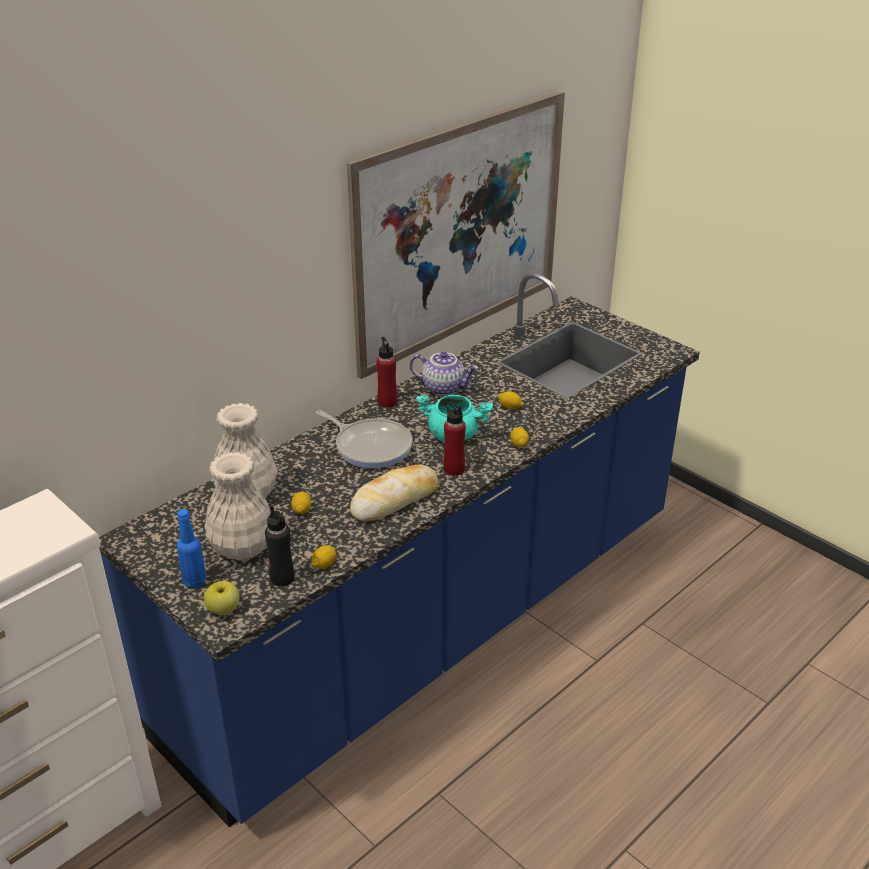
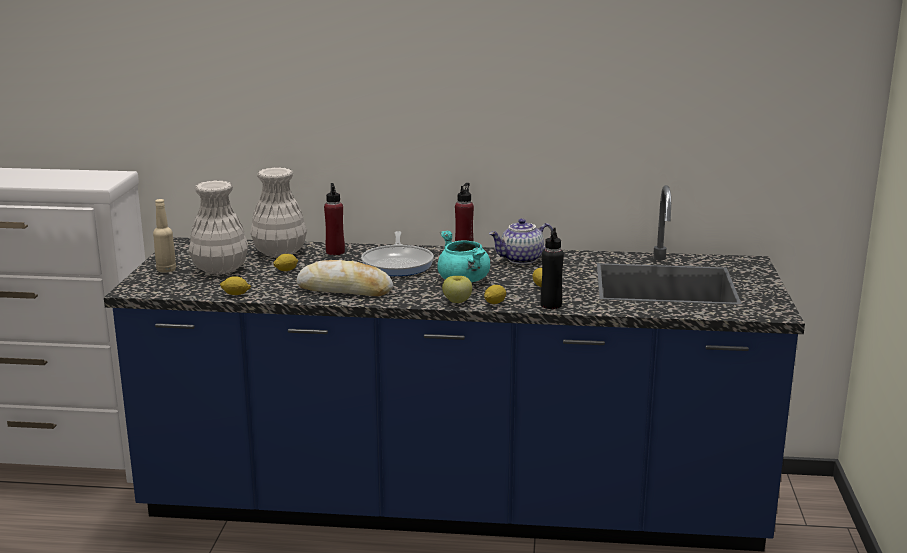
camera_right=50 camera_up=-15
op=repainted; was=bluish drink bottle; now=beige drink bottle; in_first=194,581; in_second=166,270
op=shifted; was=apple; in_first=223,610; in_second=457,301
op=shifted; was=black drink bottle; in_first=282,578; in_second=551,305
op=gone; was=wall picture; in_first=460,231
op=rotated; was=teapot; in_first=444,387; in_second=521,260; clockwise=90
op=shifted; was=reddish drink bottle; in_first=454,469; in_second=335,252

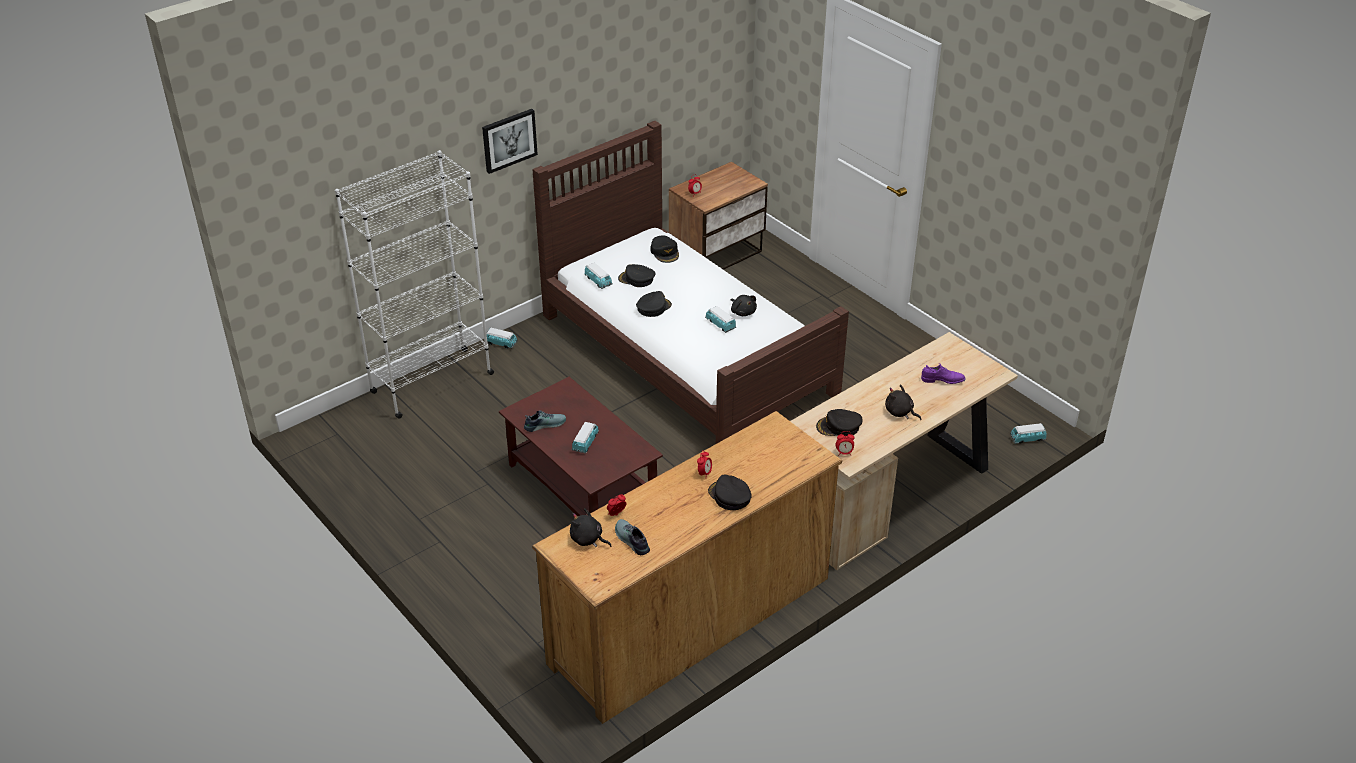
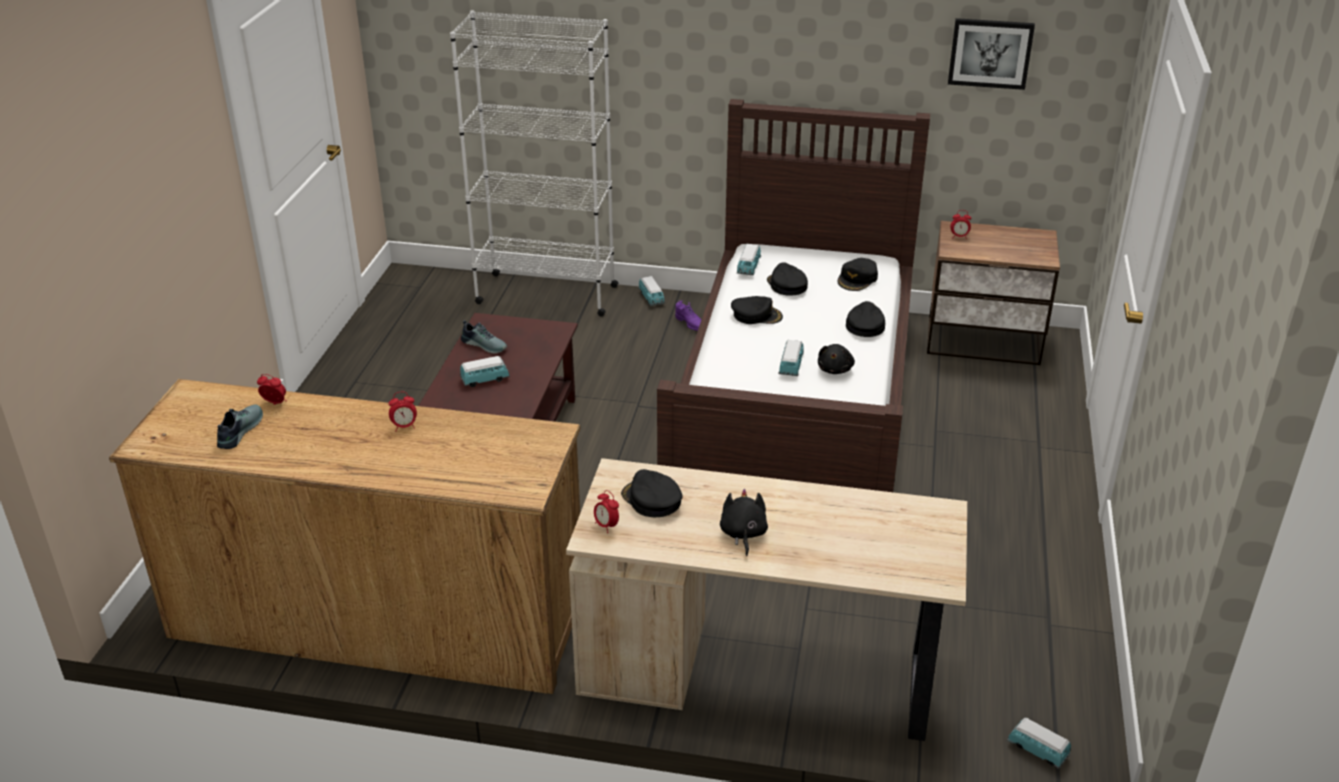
camera_right=50 camera_up=-5
op=shifted; was=wall picture; in_first=509,140; in_second=990,53
op=gone; was=black cuddly toy; in_first=588,539
op=shifted; was=black baseball cap; in_first=729,496; in_second=865,325
op=shifted; was=purple shoe; in_first=942,380; in_second=690,324

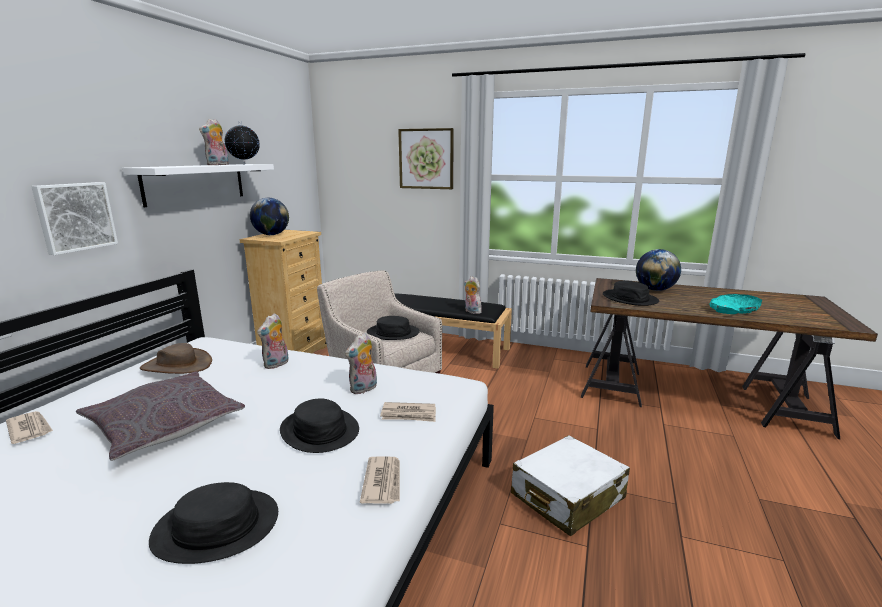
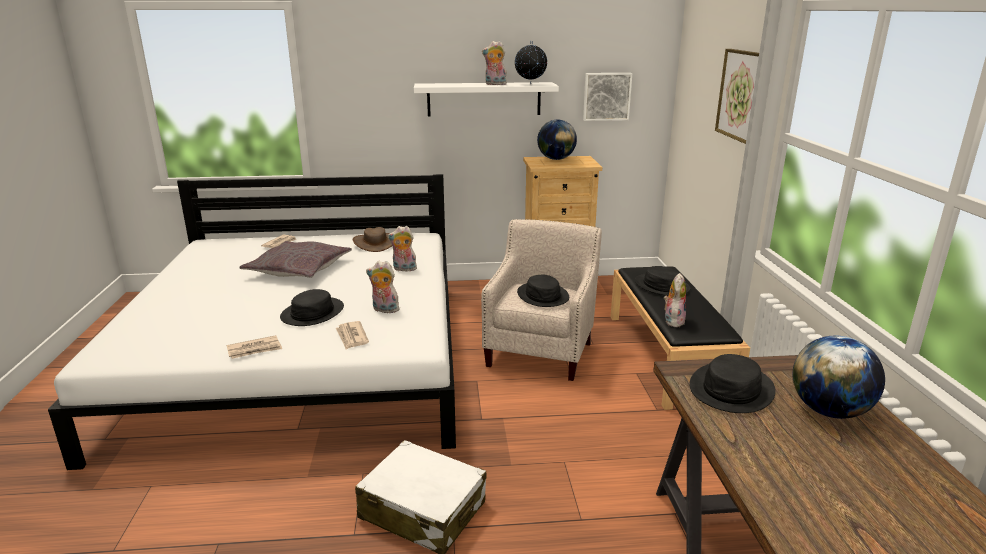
camera_right=65 camera_up=5
op=shifted; was=wall picture; in_first=75,216; in_second=606,96
op=shifted; was=black hat; in_first=216,527; in_second=661,286
op=gone; was=blue-green serving bowl; in_first=733,311

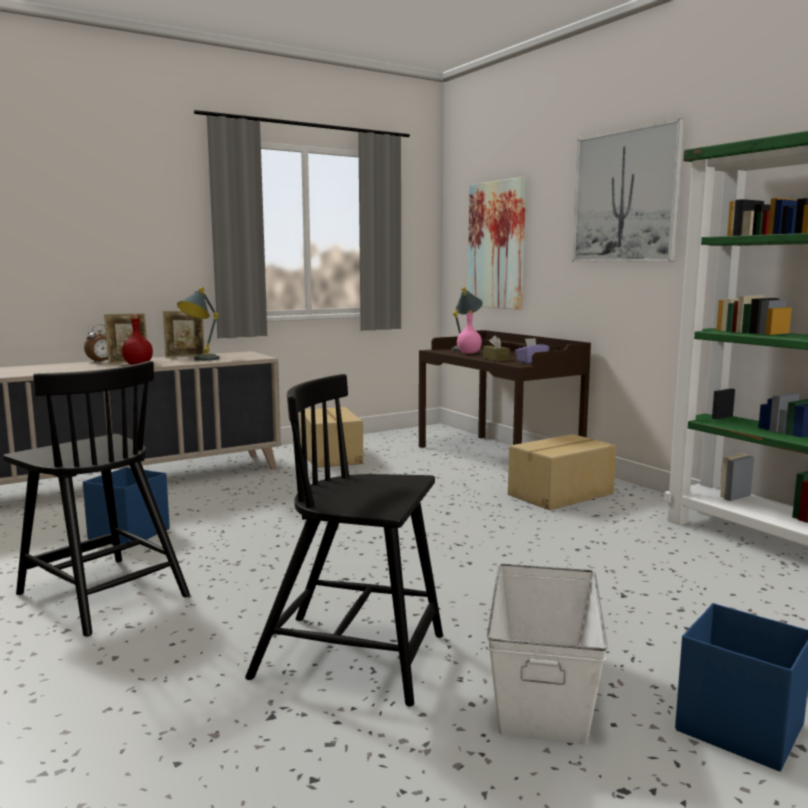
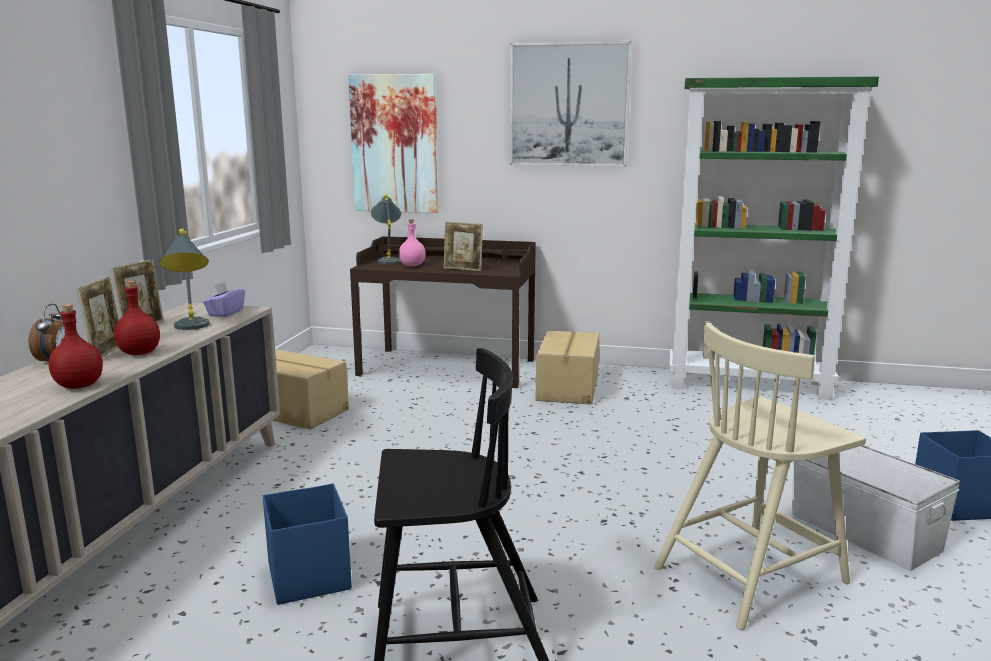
camera_right=-45 camera_up=5
op=repainted; was=black upright chair; now=beige upright chair; in_first=353,657; in_second=752,573
op=swapped; was=brown-coloured tissue box; now=picture frame; in_first=496,359; in_second=463,269
op=shifted; was=purple tissue box; in_first=531,361; in_second=225,313
op=new; now=reddish drink bottle; in_second=80,385

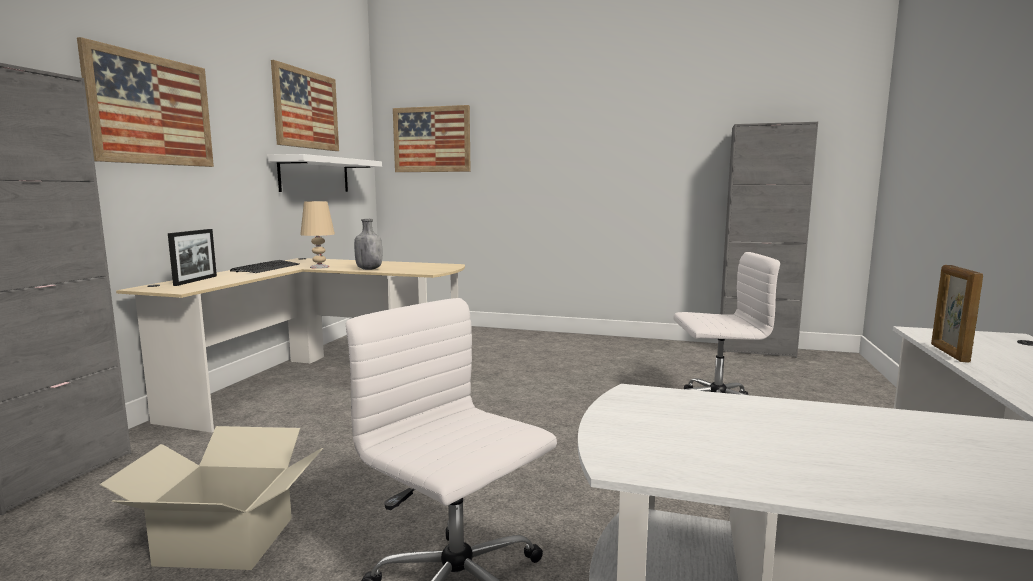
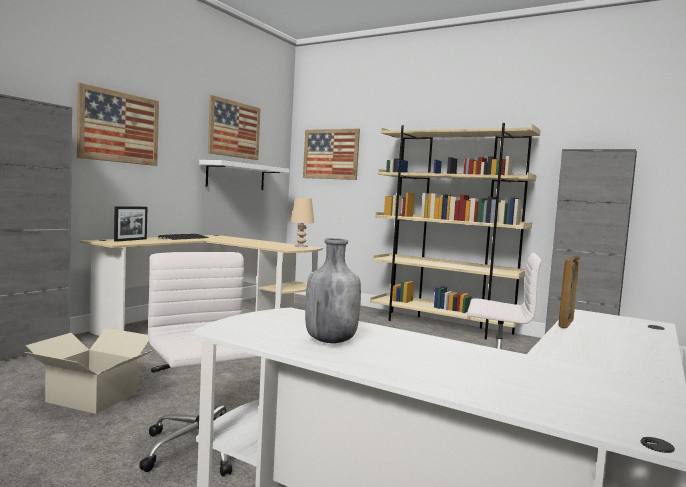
camera_right=15 camera_up=-5
op=shifted; was=beige lamp for a table; in_first=319,267; in_second=301,246
op=shifted; was=gray drink bottle; in_first=369,269; in_second=330,340
op=new; now=beige bookshelf; in_second=442,325

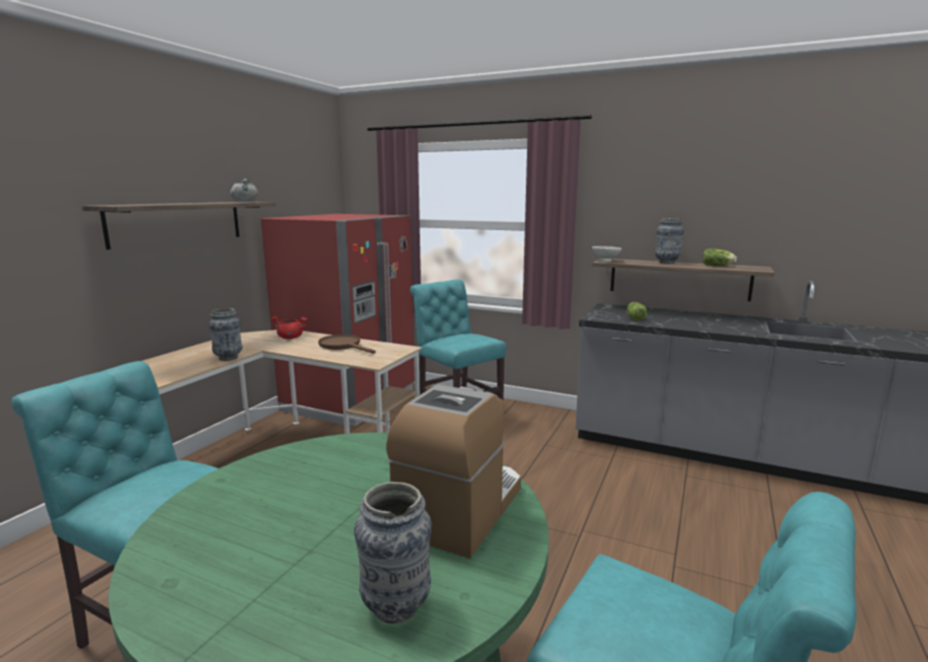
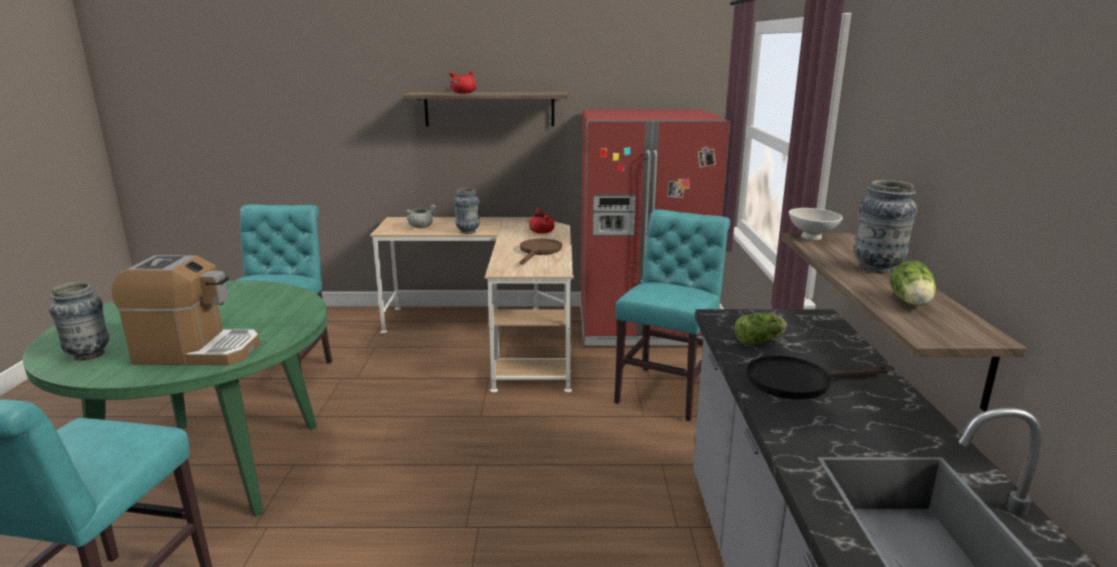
camera_right=65 camera_up=5
op=shifted; was=gray cooking pot; in_first=245,202; in_second=421,227
op=new; now=reddish cooking pot; in_second=463,93
op=new; now=black frying pan; in_second=799,381

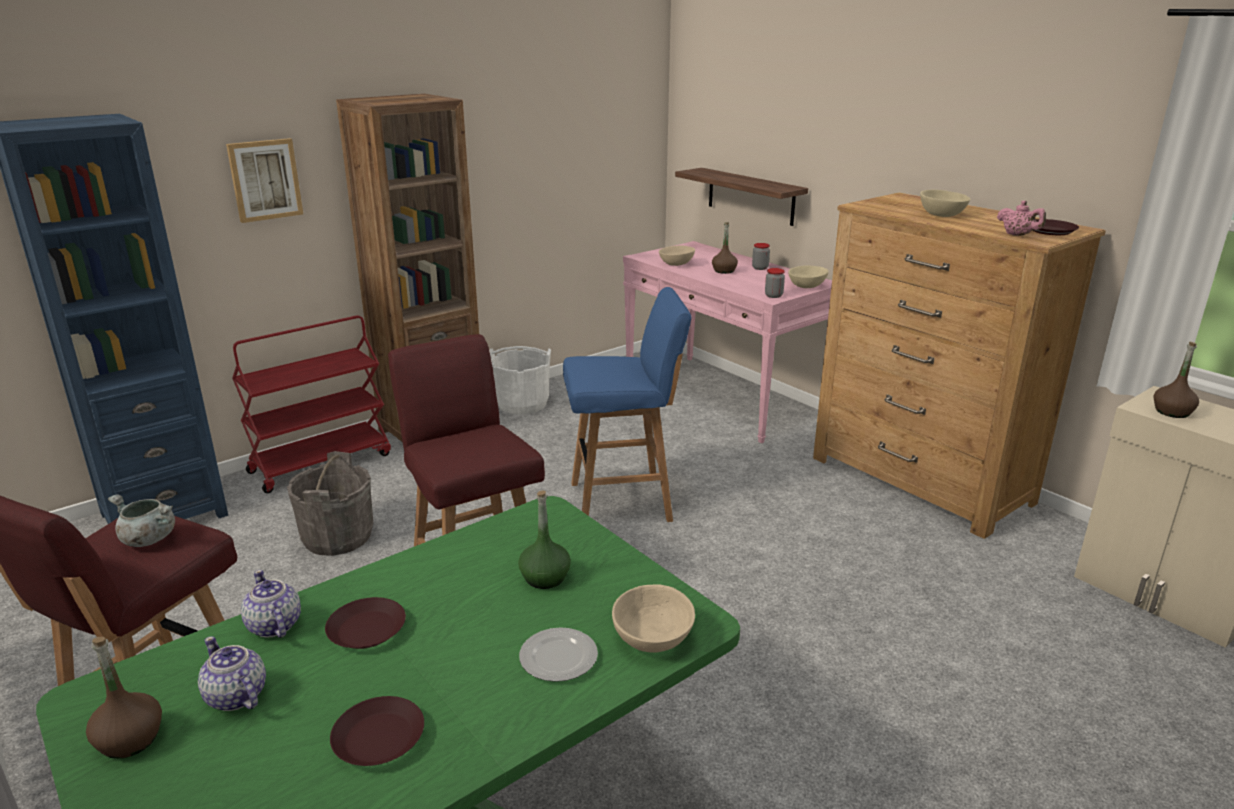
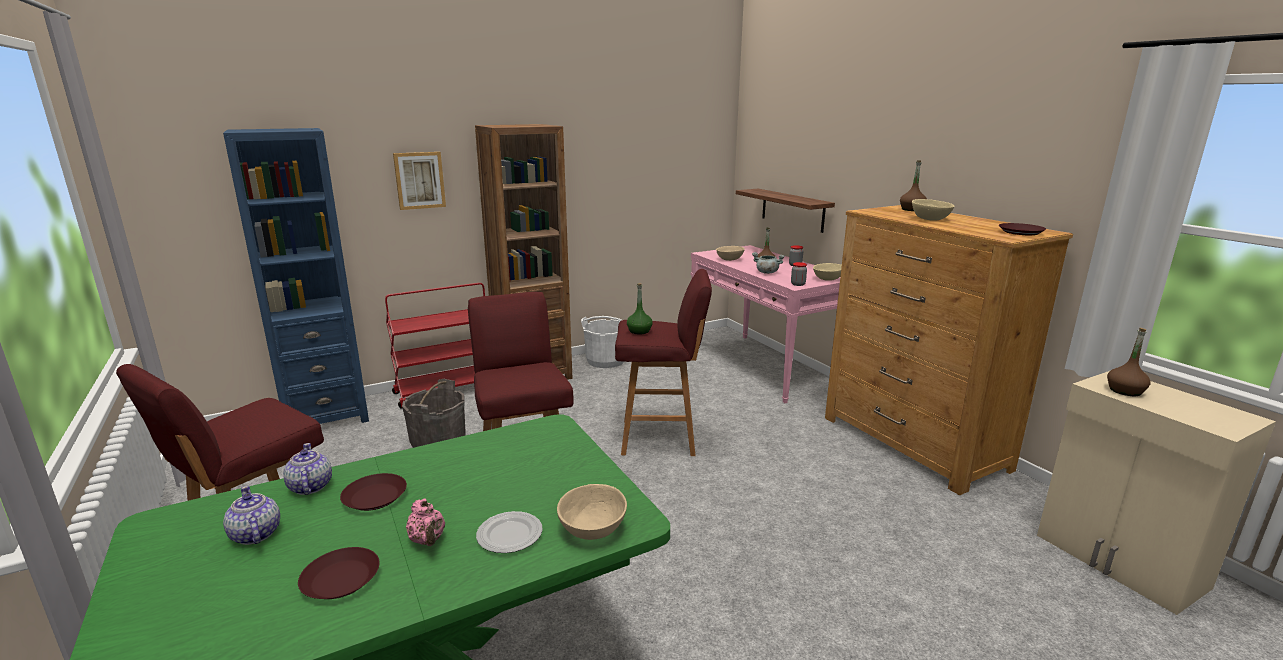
camera_right=10 camera_up=-5
op=shifted; was=brown-coloured drink bottle; in_first=130,739; in_second=911,209
op=shifted; was=gray cooking pot; in_first=147,539; in_second=766,272
op=shifted; was=green drink bottle; in_first=545,577; in_second=639,331
op=repainted; was=bluish stool seat; now=reddish stool seat; in_first=623,502; in_second=660,437
op=shifted; was=pink-coloured teapot; in_first=1018,235; in_second=428,540

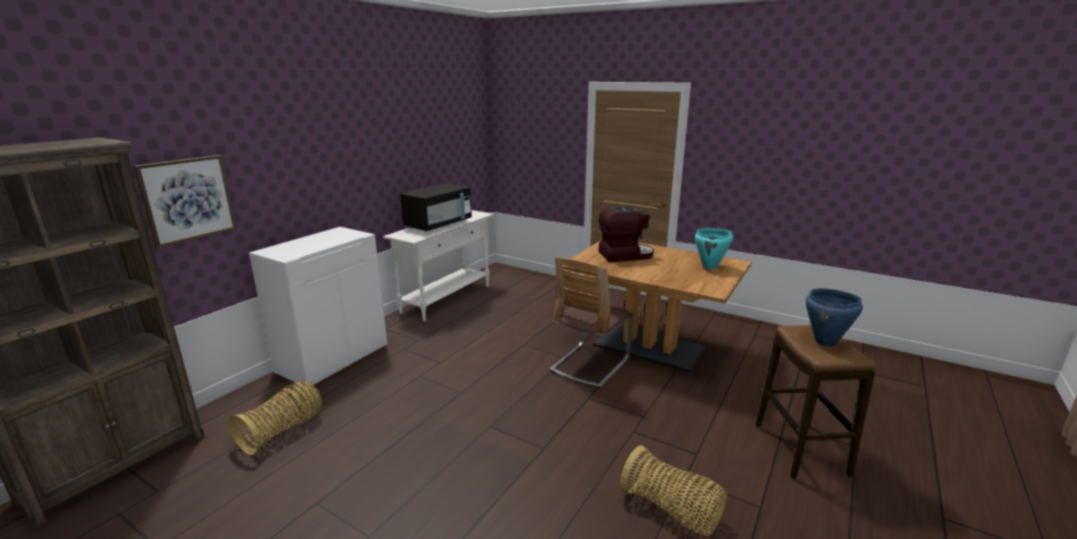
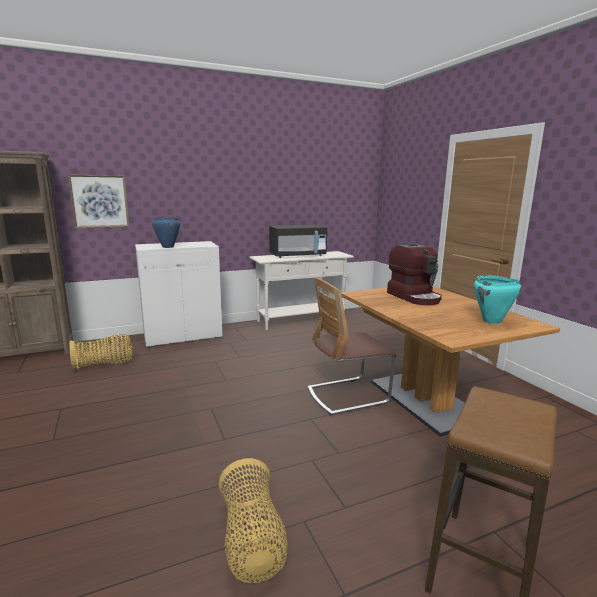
camera_right=35 camera_up=-5
op=rotated; was=coffee maker; in_first=625,255; in_second=414,297; clockwise=45
op=shifted; was=bluish cooking pot; in_first=825,342; in_second=167,247

